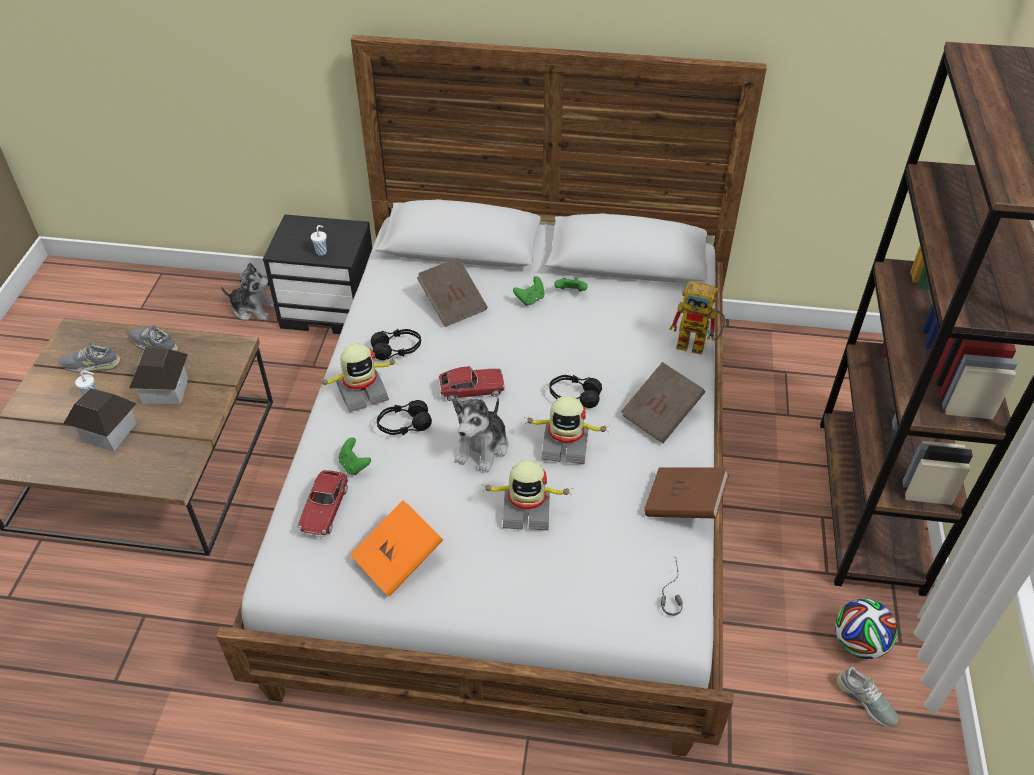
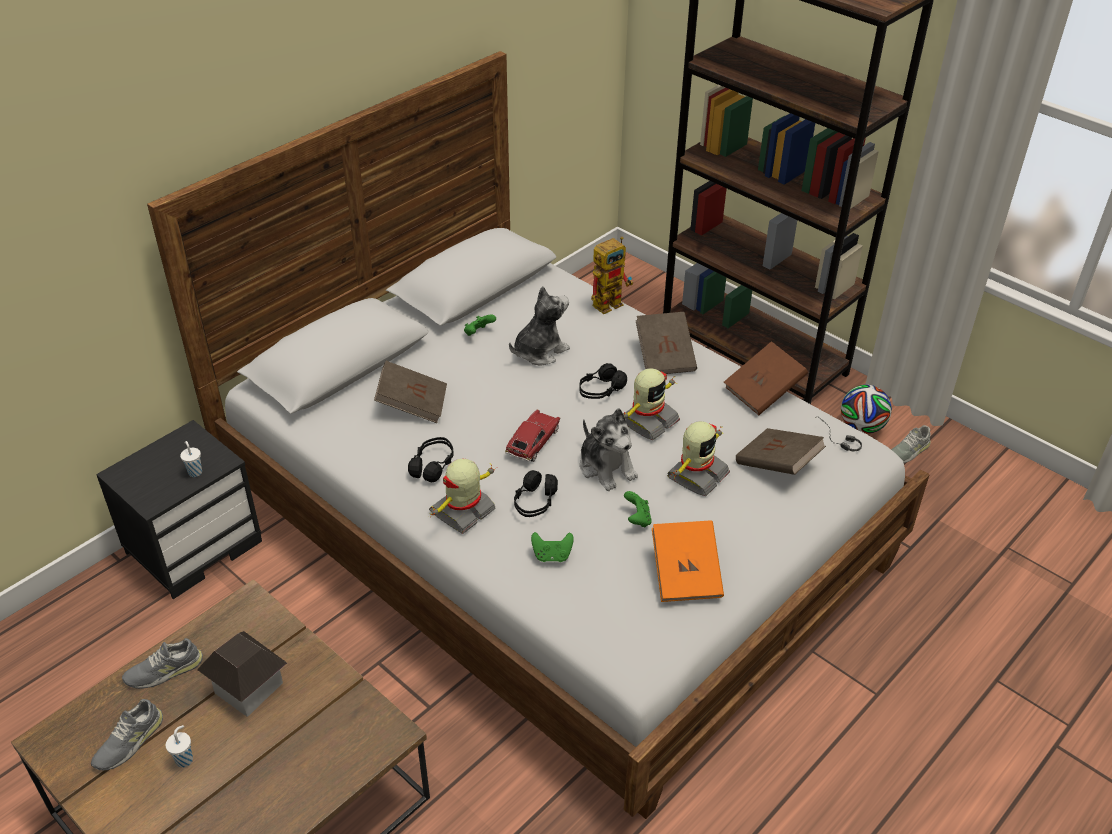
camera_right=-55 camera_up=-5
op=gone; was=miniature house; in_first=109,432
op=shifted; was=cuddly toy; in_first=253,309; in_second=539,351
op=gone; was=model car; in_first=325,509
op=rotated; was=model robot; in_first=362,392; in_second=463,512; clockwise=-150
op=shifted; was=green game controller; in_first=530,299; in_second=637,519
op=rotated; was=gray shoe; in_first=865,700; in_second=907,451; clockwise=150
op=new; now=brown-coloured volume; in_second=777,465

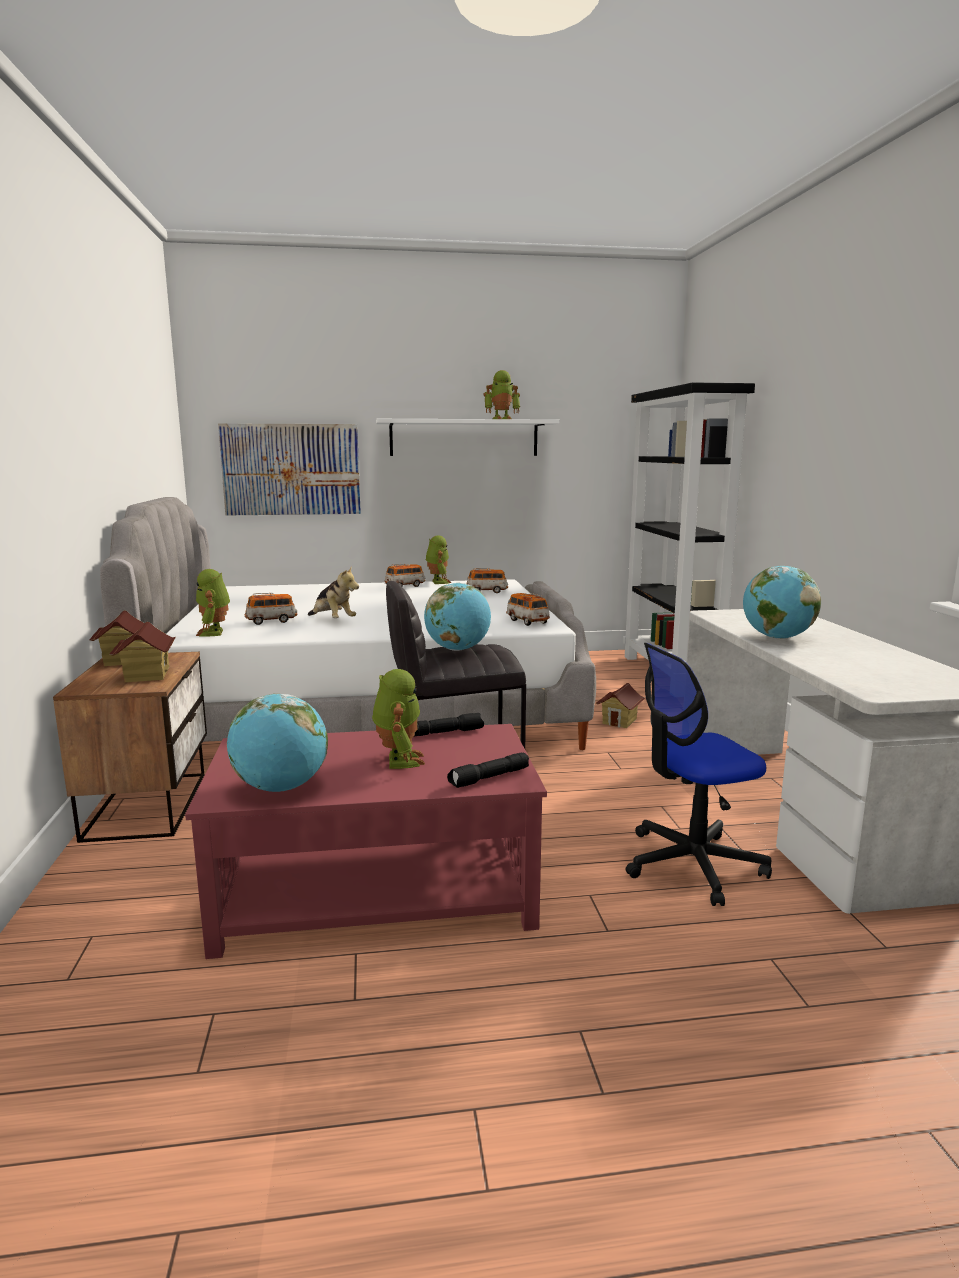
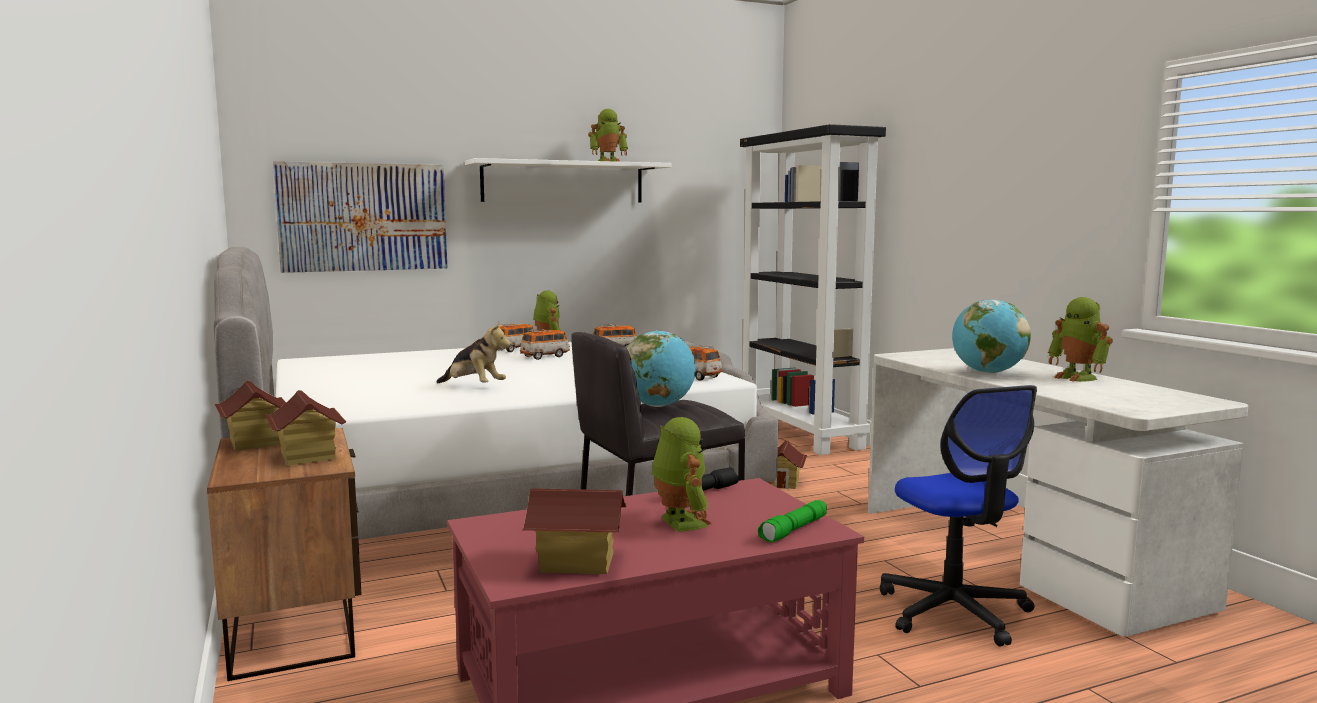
camera_right=-15 camera_up=-5
op=shifted; was=model robot; in_first=214,633; in_second=1078,377
op=swapped; was=globe; now=miniature house; in_first=281,788; in_second=577,563
op=shifted; was=model car; in_first=271,621; in_second=545,356
op=repainted; was=black torch; now=green torch; in_first=489,778; in_second=794,530
op=rotated; was=desk chair; in_first=692,864; in_second=954,612; clockwise=-75

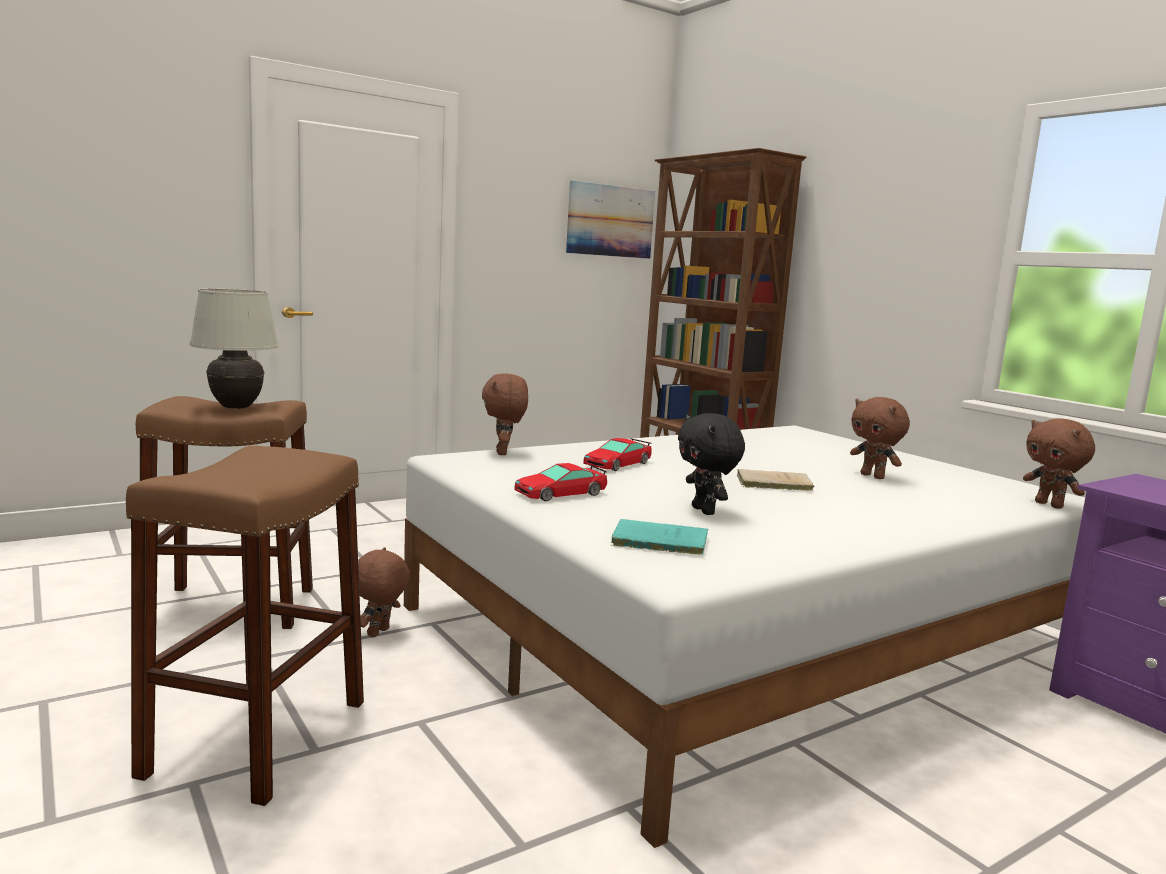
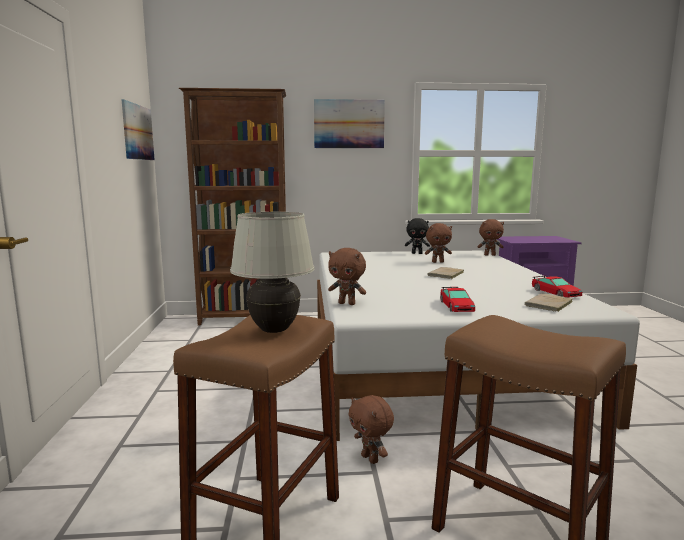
camera_right=-60 camera_up=0
op=shifted; was=model car; in_first=617,464; in_second=555,293
op=repainted; was=blue-green volume; now=beige volume; in_first=656,541; in_second=548,305
op=shifted; was=black cuddly toy; in_first=705,511; in_second=417,253
op=new; now=wall picture; in_second=349,124

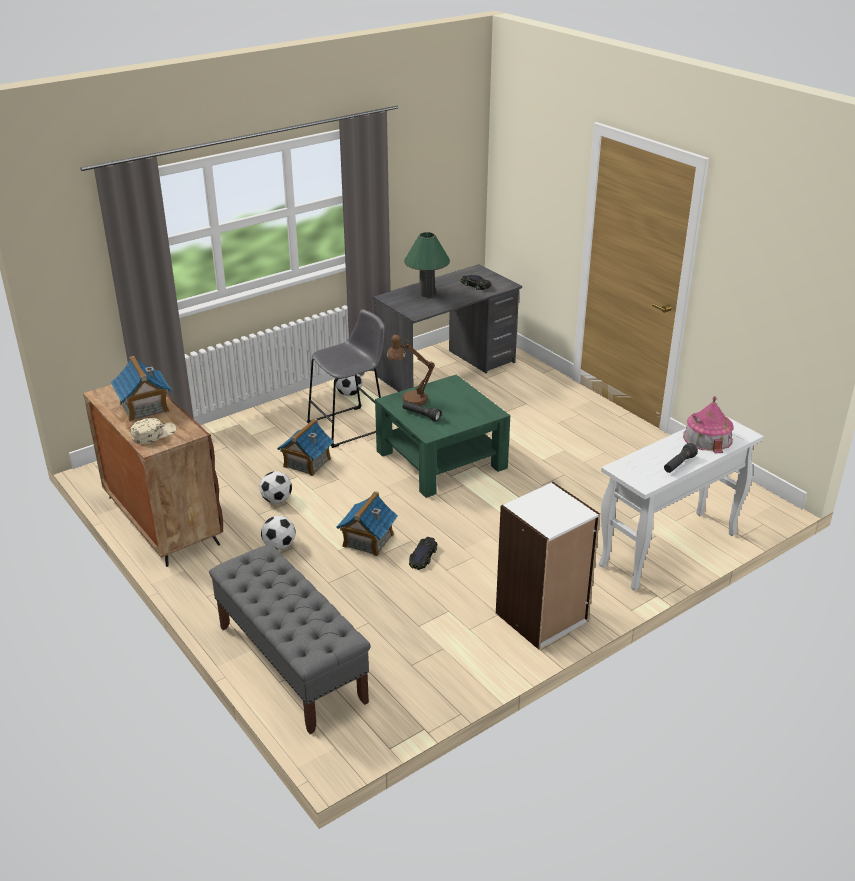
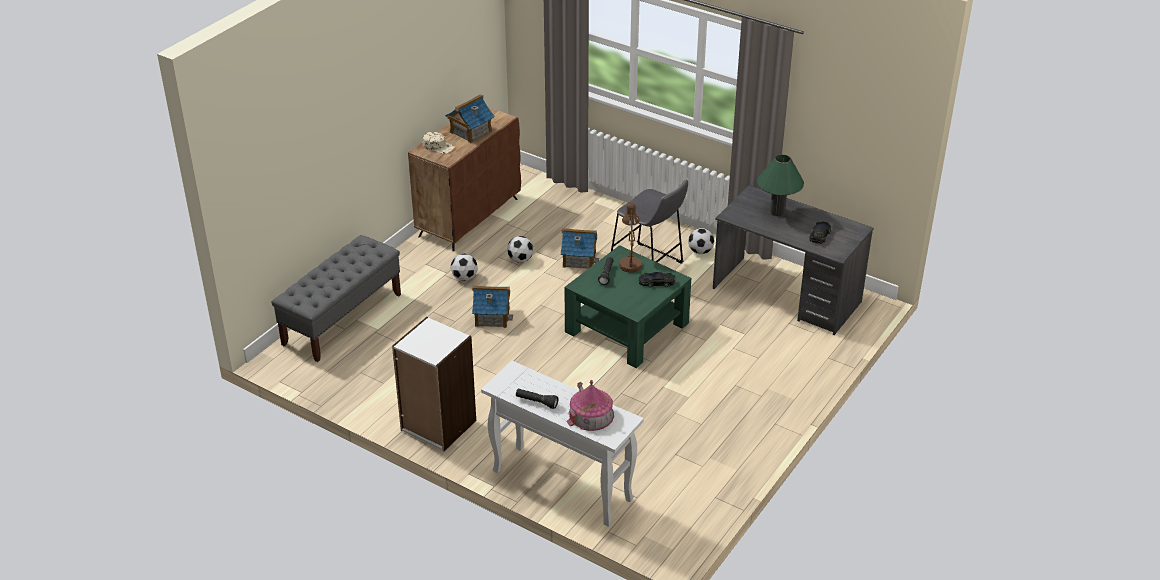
camera_right=70 camera_up=5
op=shifted; was=black model car; in_first=423,557; in_second=656,282

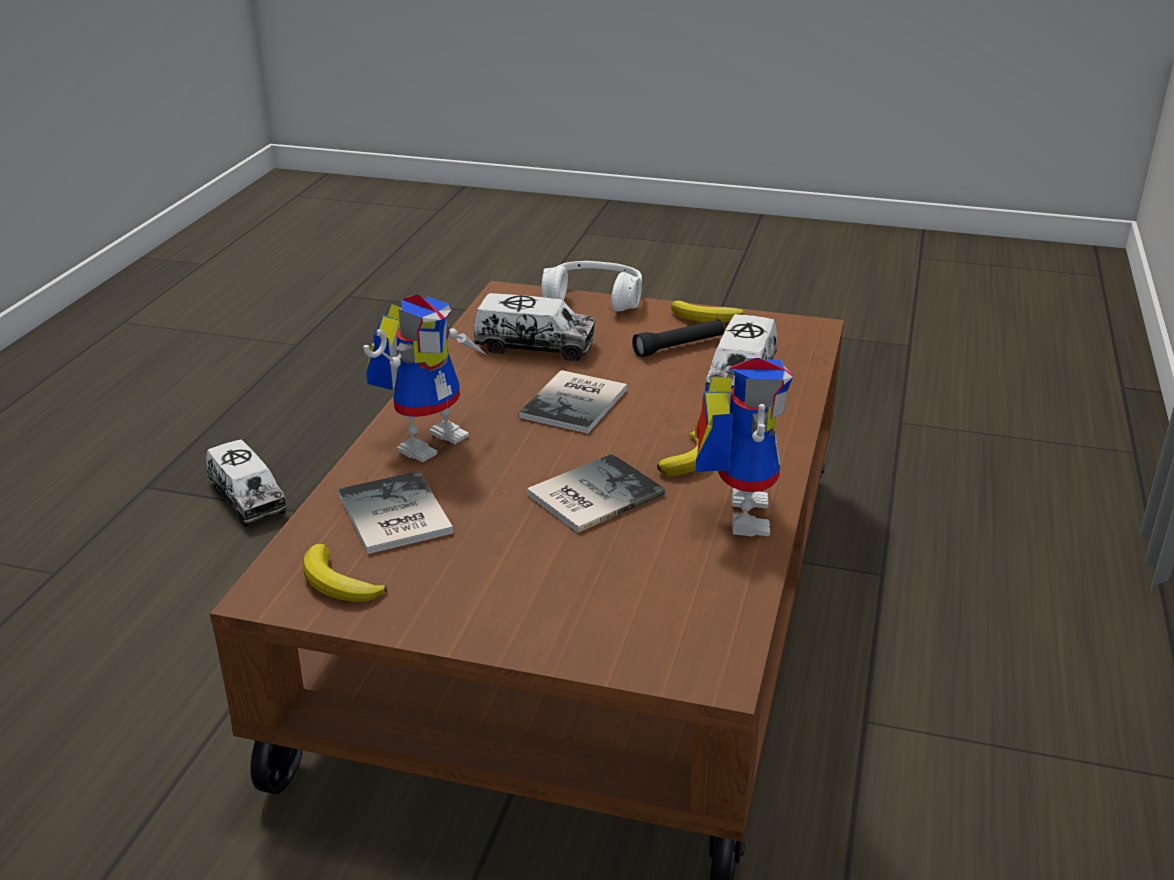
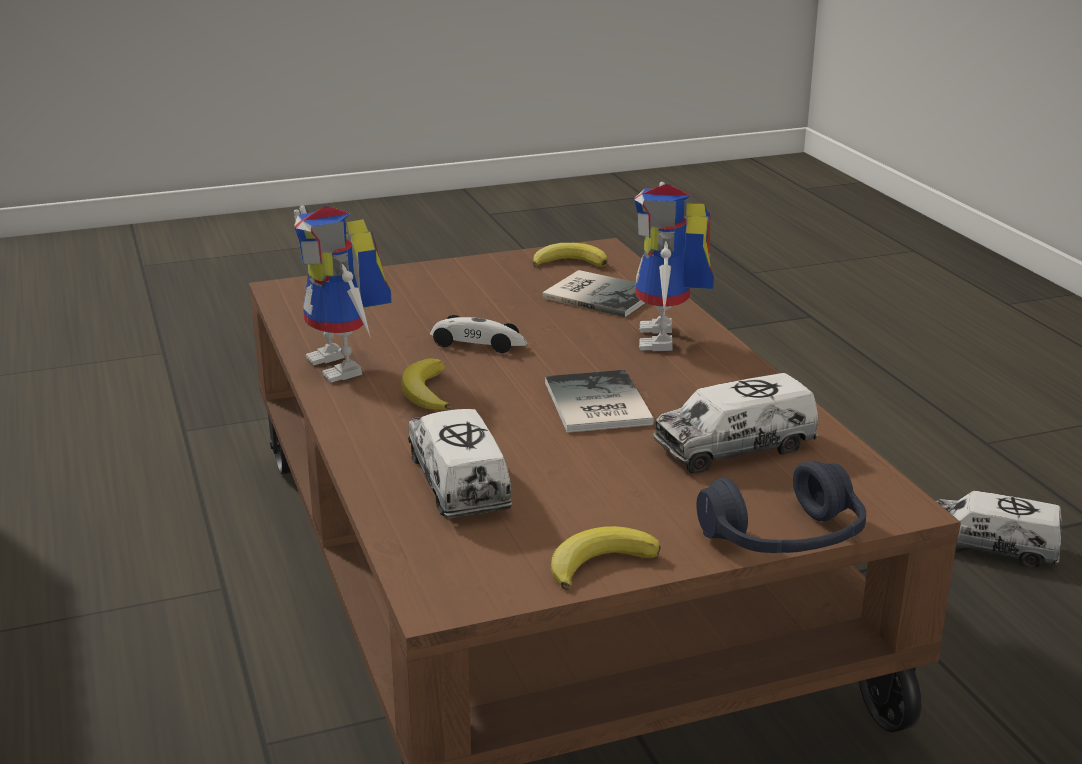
camera_right=145 camera_up=-5
op=swapped; was=volume; now=model car; in_first=590,494; in_second=478,344
op=repainted; was=white headset; now=bluish headset; in_first=594,299; in_second=784,539
op=gone; was=black torch; in_first=679,346

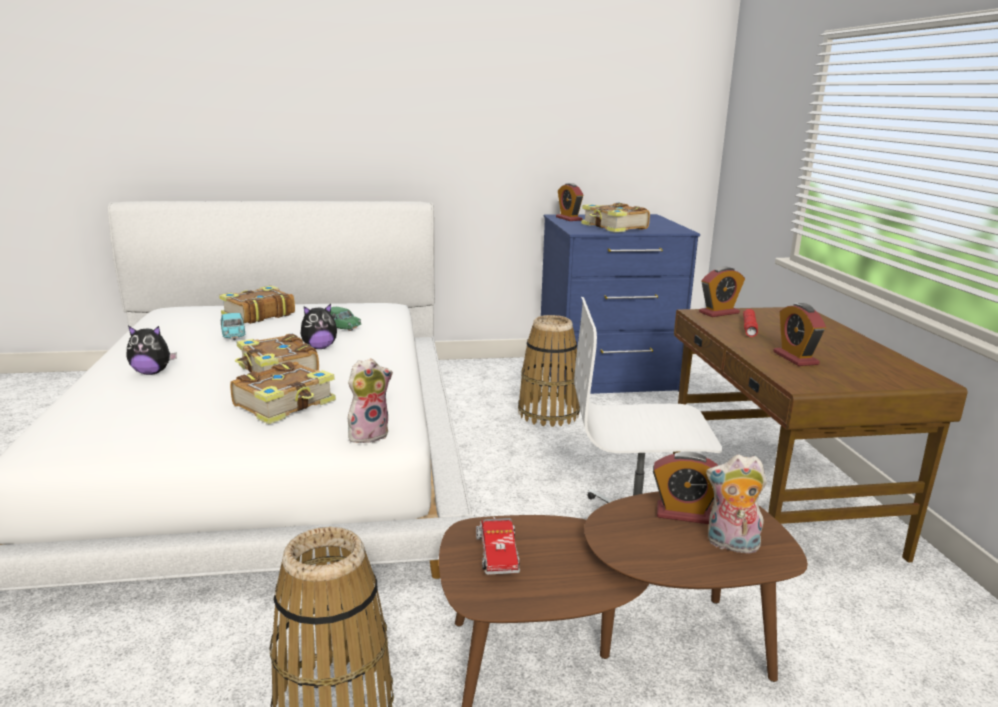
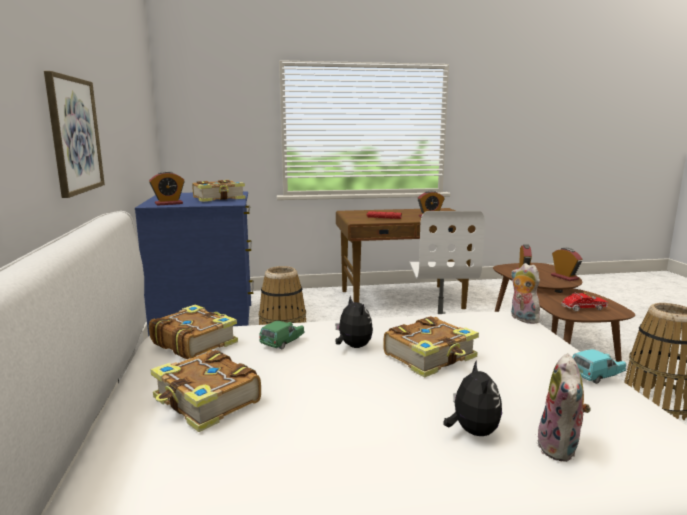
camera_right=-90 camera_up=-5
op=shifted; was=blue-green model car; in_first=233,336; in_second=596,376
op=shifted; was=volume; in_first=286,404; in_second=194,342
op=shifted; was=alarm clock; in_first=719,312; in_second=564,277
op=shifted; was=cuddly toy; in_first=731,545; in_second=561,448
op=new; now=wall picture; in_second=74,135

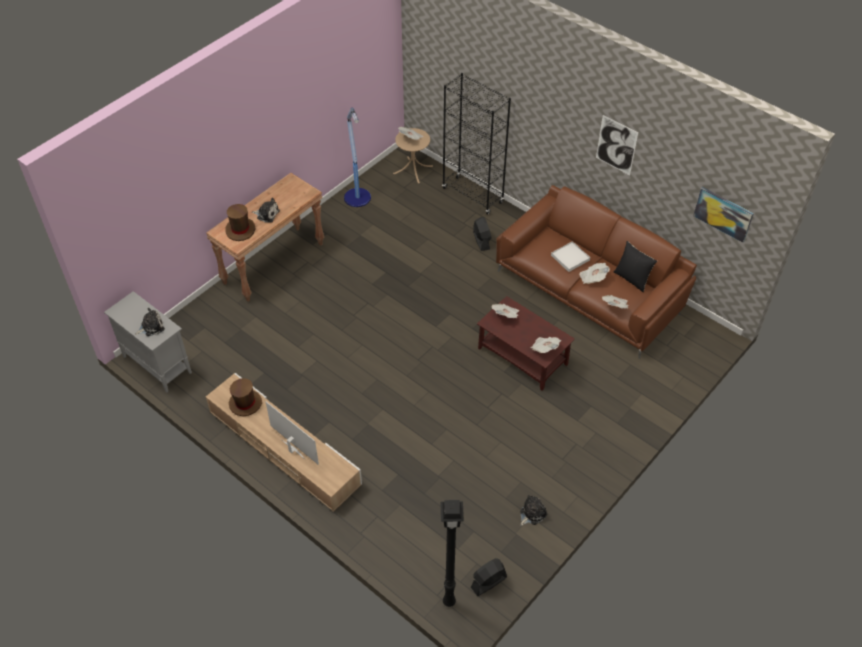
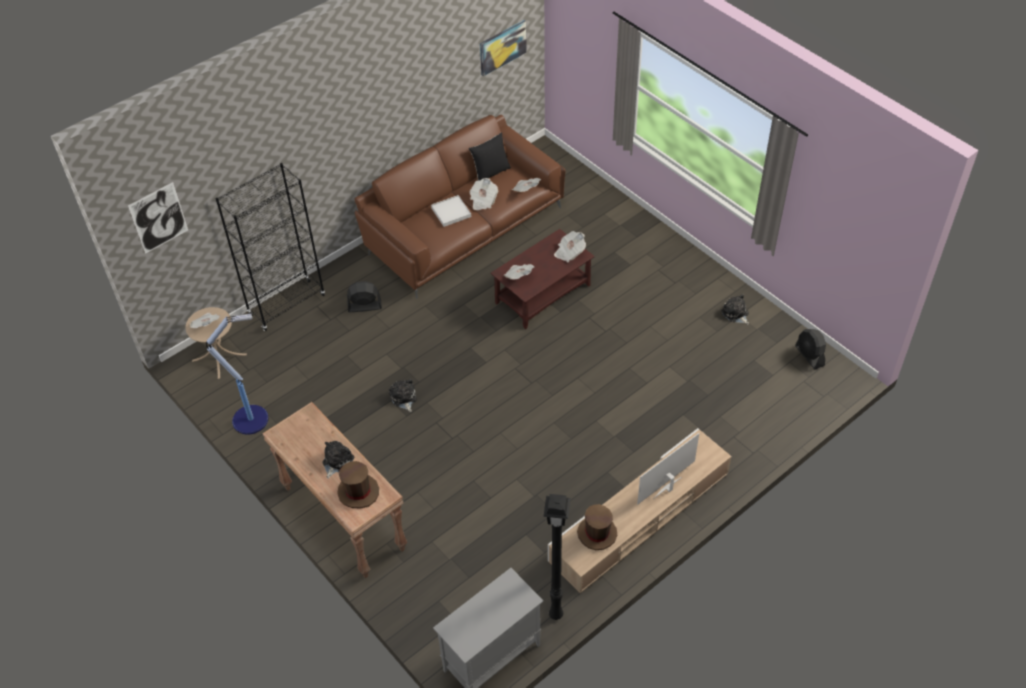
camera_right=-80 camera_up=0
op=shifted; was=cuddly toy; in_first=151,327; in_second=403,398
op=shifted; was=black standing lamp; in_first=448,602; in_second=556,615
op=shifted; was=wall picture; in_first=616,145; in_second=158,218

